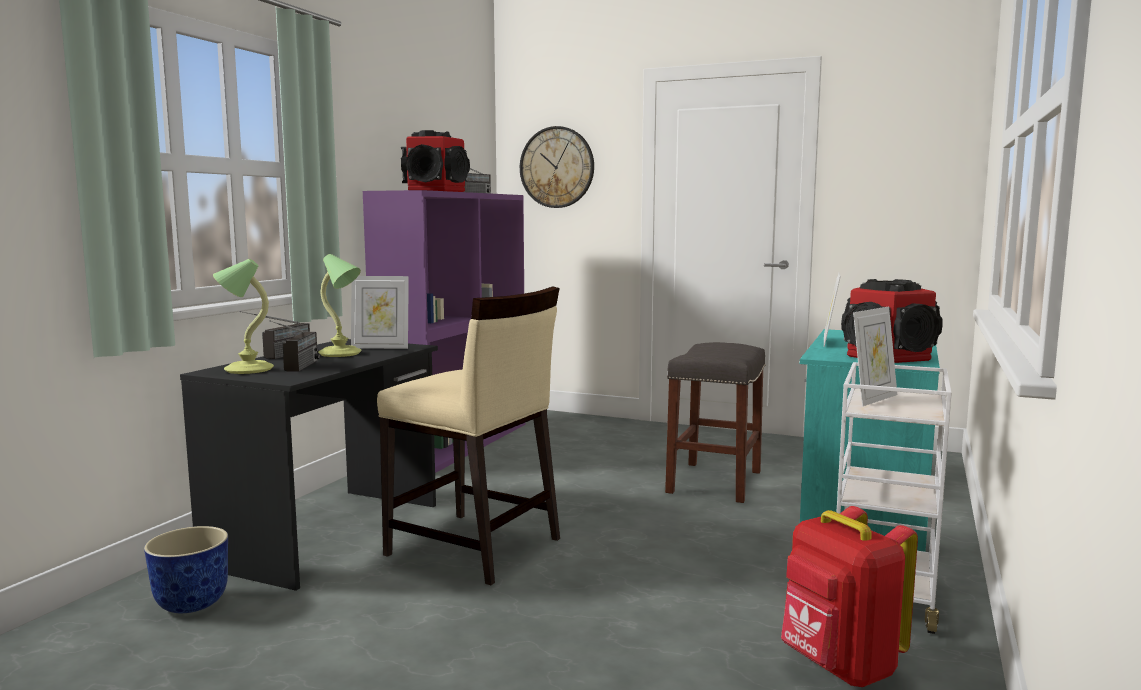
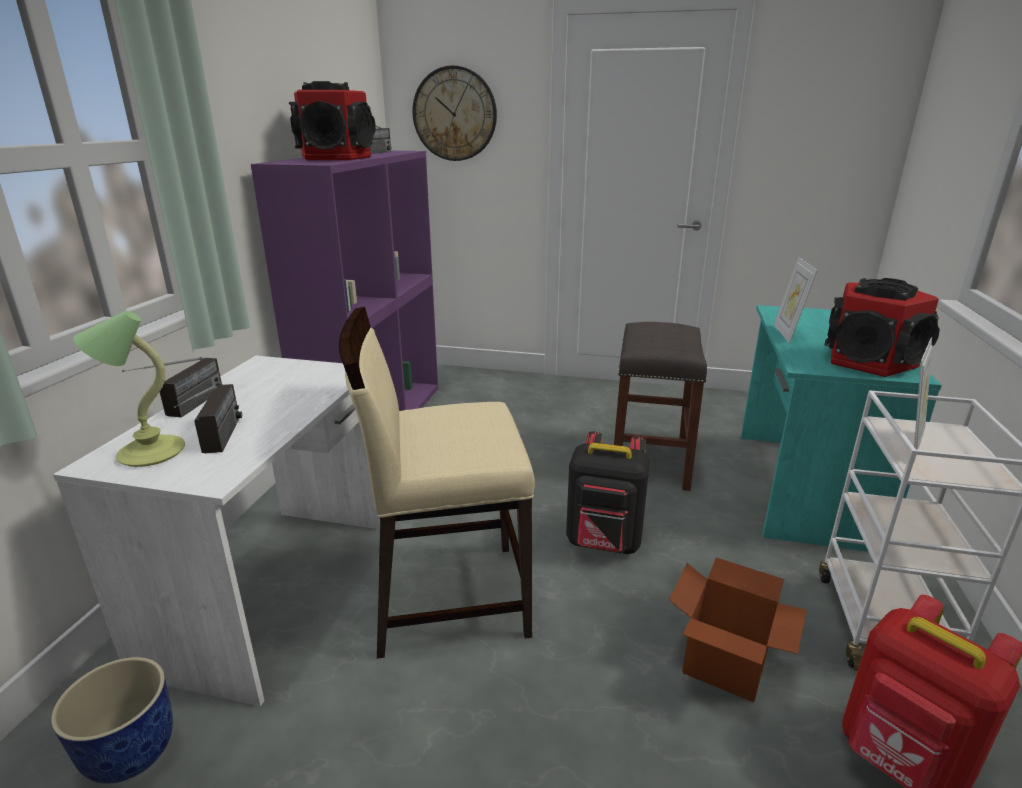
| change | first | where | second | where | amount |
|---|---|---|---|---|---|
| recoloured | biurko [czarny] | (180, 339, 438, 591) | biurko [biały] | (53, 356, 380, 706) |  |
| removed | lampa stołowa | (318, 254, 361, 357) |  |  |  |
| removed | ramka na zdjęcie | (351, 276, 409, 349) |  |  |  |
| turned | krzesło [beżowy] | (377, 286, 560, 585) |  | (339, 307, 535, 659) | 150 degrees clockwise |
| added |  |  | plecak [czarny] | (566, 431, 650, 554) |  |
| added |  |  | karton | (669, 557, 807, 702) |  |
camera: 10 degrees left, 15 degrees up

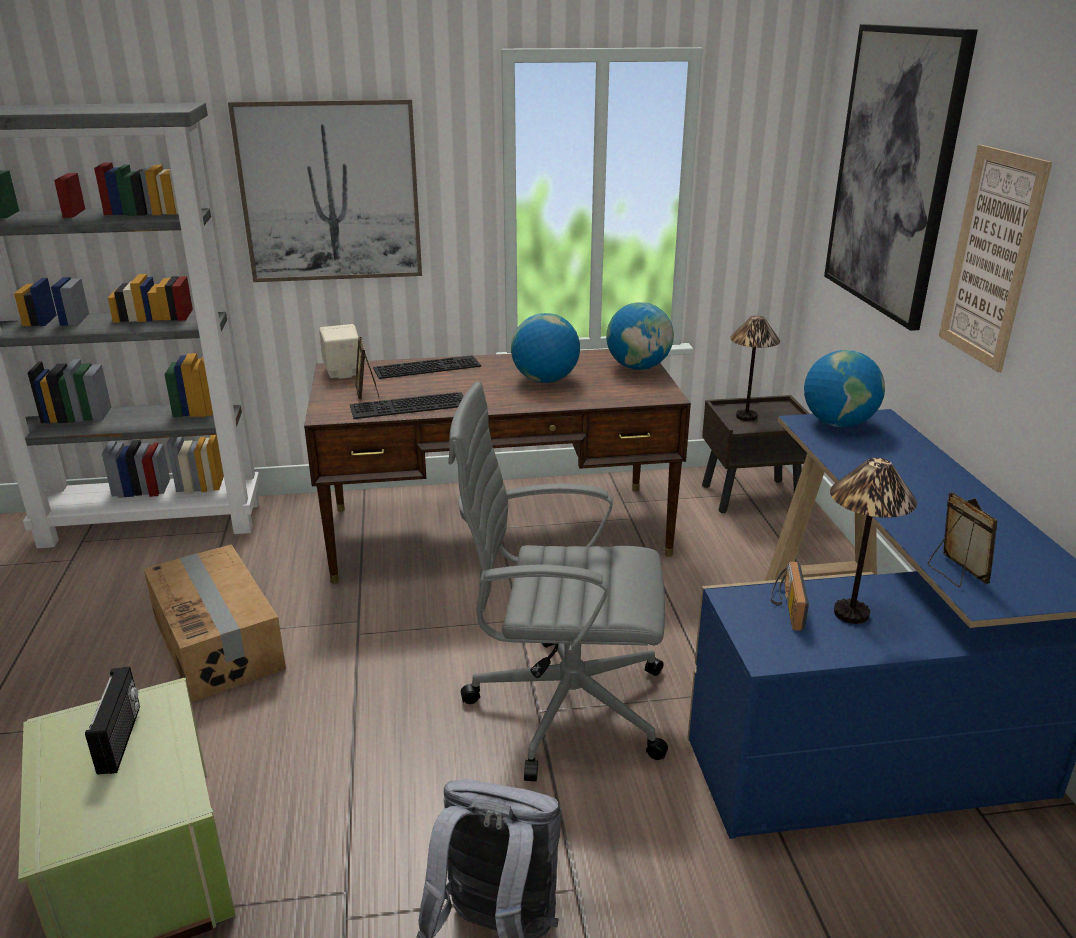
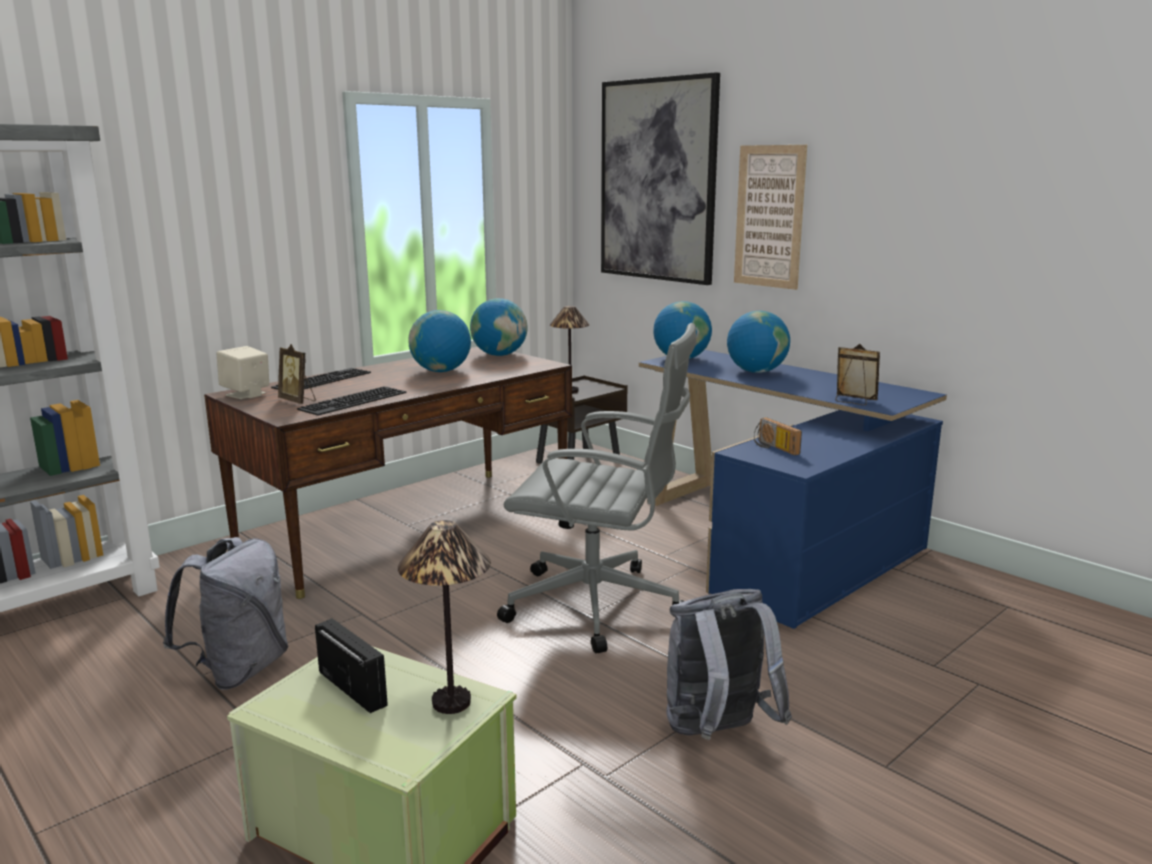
| change | first | where | second | where | amount |
|---|---|---|---|---|---|
| replaced | karton | (144, 544, 286, 702) | plecak [szary] | (163, 537, 288, 690) |  |
| removed | obraz | (228, 99, 422, 282) |  |  |  |
| turned | krzesło biurowe [szary] | (448, 382, 668, 781) |  | (497, 323, 697, 653) | 135 degrees counterclockwise |
| moved | lampa stołowa | (830, 458, 917, 624) |  | (398, 520, 491, 714) |  |
| added |  |  | globus | (727, 311, 790, 373) |  |
camera: 35 degrees left, 10 degrees down

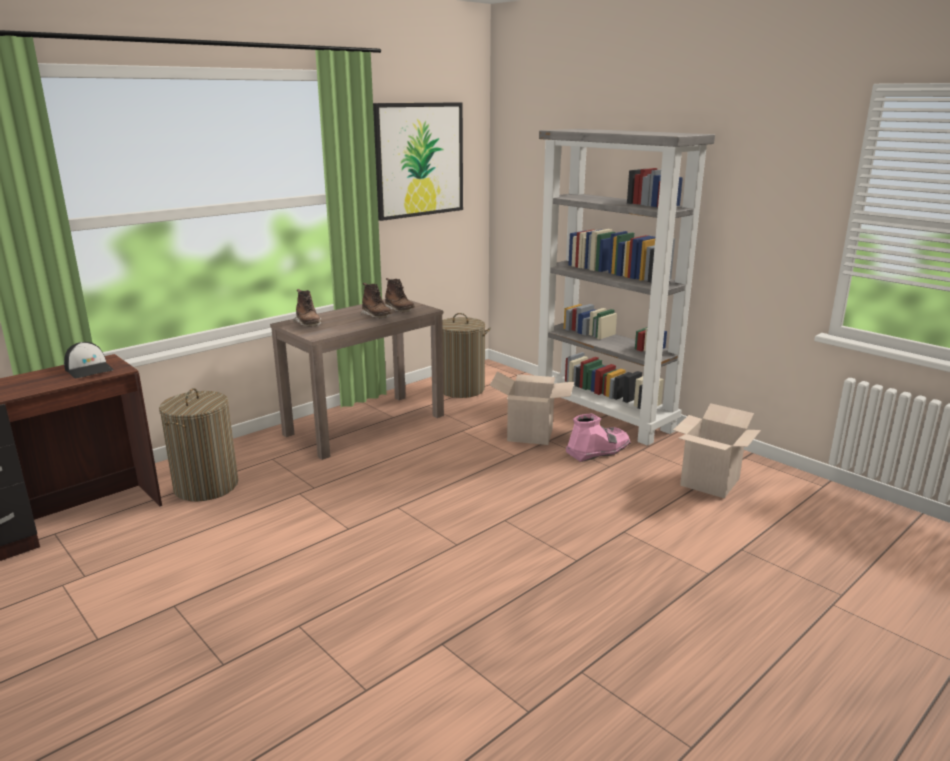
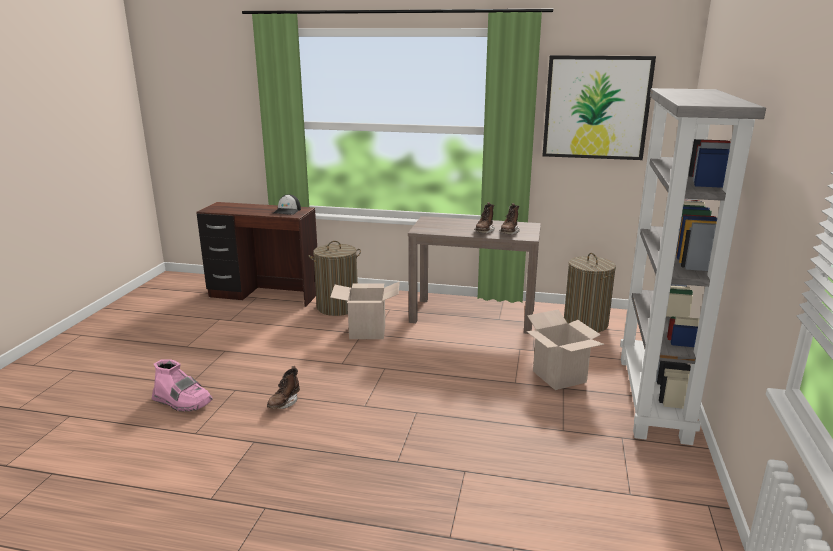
| change | first | where | second | where | amount |
|---|---|---|---|---|---|
| moved | but z cholewką [brązowy] | (293, 289, 321, 327) |  | (267, 366, 300, 409) |  |
| moved | but z cholewką [różowy] | (566, 413, 631, 462) |  | (152, 359, 213, 412) |  |
| moved | karton | (673, 403, 761, 498) |  | (330, 281, 400, 339) |  |
camera: 55 degrees right, 0 degrees up

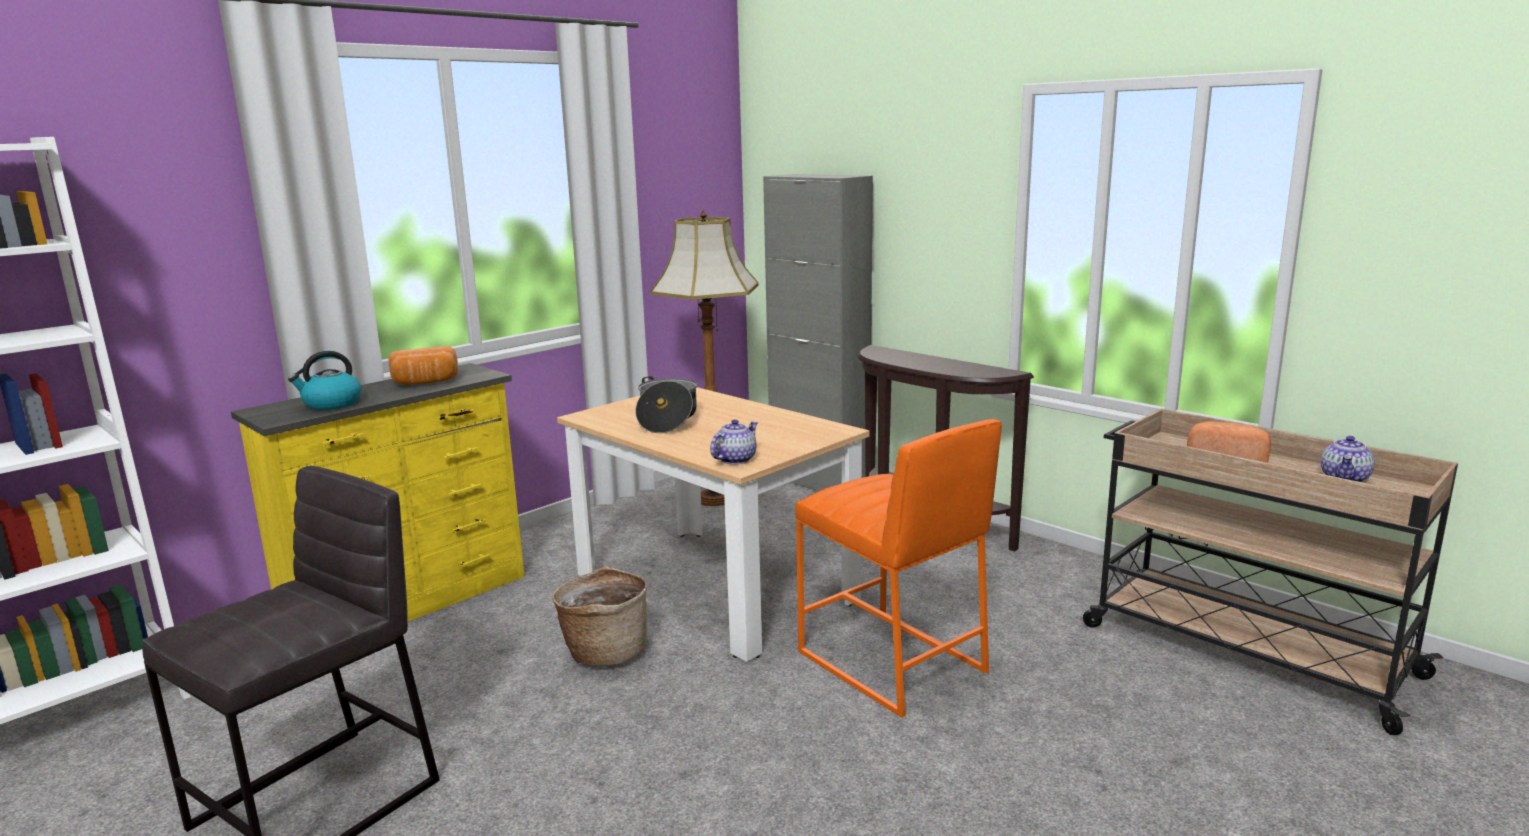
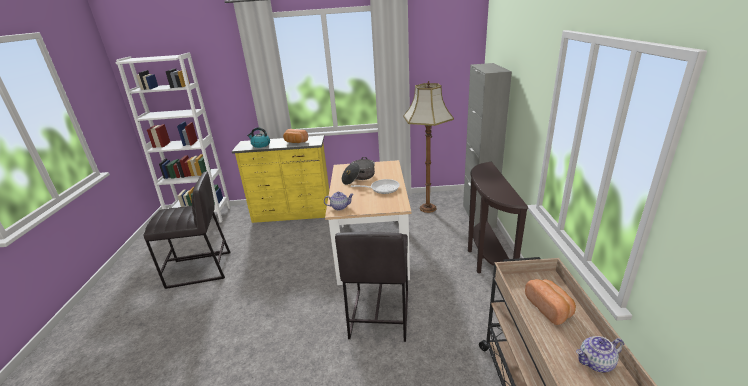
| change | first | where | second | where | amount |
|---|---|---|---|---|---|
| removed | koszyk | (552, 566, 647, 666) |  |  |  |
| recoloured | stołek [pomarańczowy] | (795, 419, 1002, 718) | stołek [szary] | (335, 232, 408, 342) |  |
| added |  |  | patelnia | (351, 179, 400, 194) |  |
camera: 45 degrees right, 10 degrees up

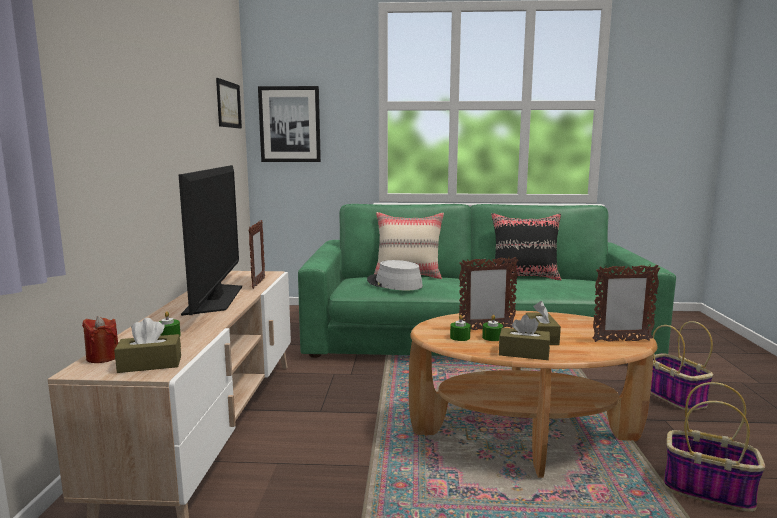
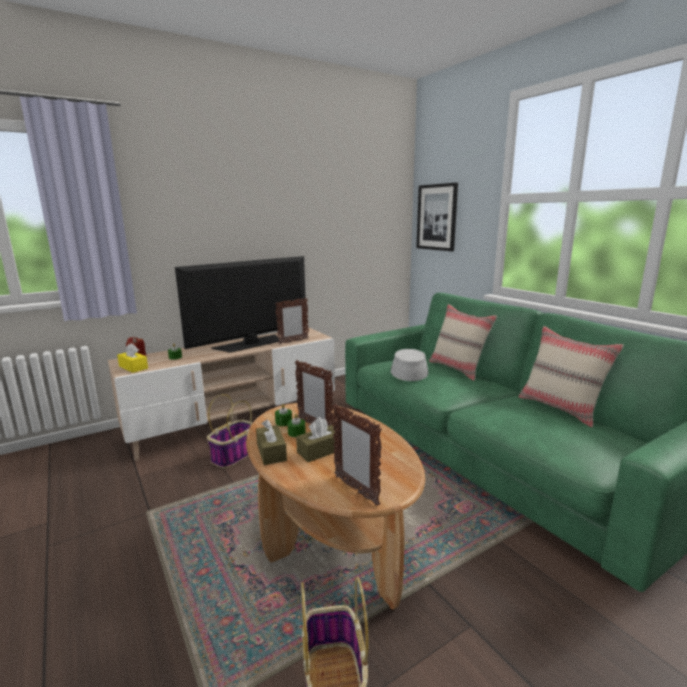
| change | first | where | second | where | amount |
|---|---|---|---|---|---|
| recoloured | pudełko chusteczek [brązowy] | (114, 318, 181, 373) | pudełko chusteczek [żółty] | (117, 343, 148, 373) |  |
| removed | obraz | (216, 78, 242, 129) |  |  |  |
| recoloured | poduszka [czarny] | (491, 213, 561, 280) | poduszka [beżowy] | (519, 326, 624, 427) |  |
| moved | koszyk | (650, 321, 713, 411) |  | (207, 394, 253, 468) |  |
camera: 55 degrees right, 5 degrees up

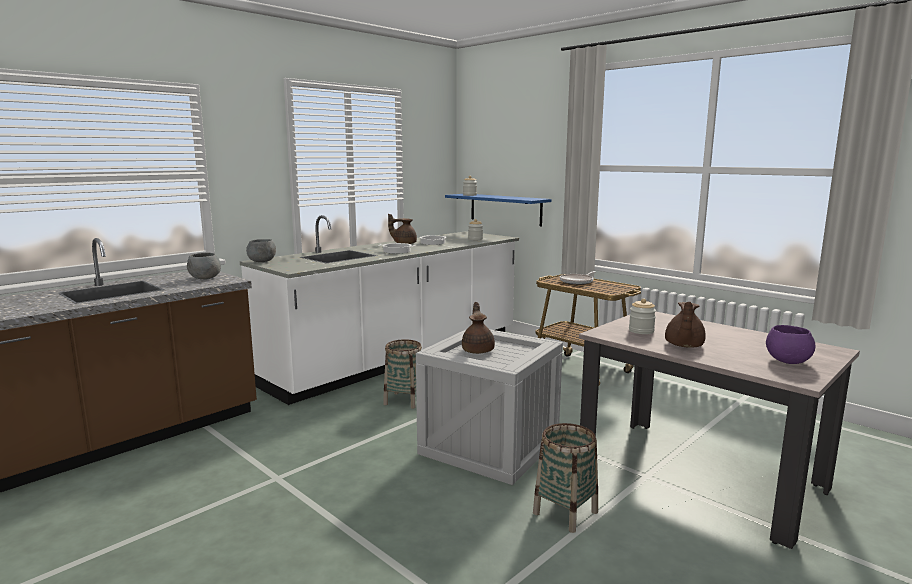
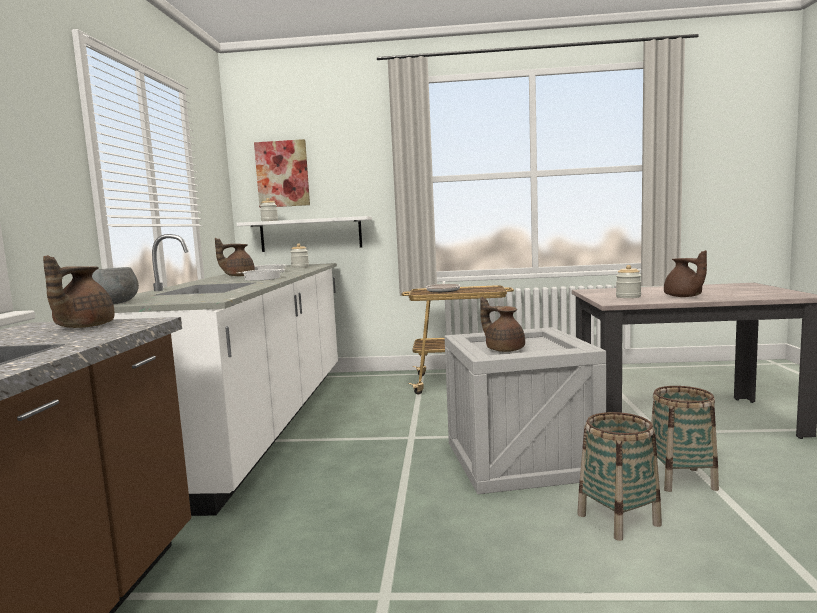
| change | first | where | second | where | amount |
|---|---|---|---|---|---|
| replaced | miska [szary] | (187, 253, 221, 279) | imbryk [brązowy] | (43, 255, 115, 328) |  |
| moved | koszyk | (383, 339, 422, 409) |  | (577, 412, 662, 541) |  |
| recoloured | półka [niebieski] | (445, 194, 551, 227) | półka [biały] | (237, 216, 372, 252) |  |
| removed | miska [fioletowy] | (766, 325, 815, 364) |  |  |  |
| added |  |  | obraz | (254, 139, 310, 208) |  |
camera: 40 degrees left, 5 degrees down

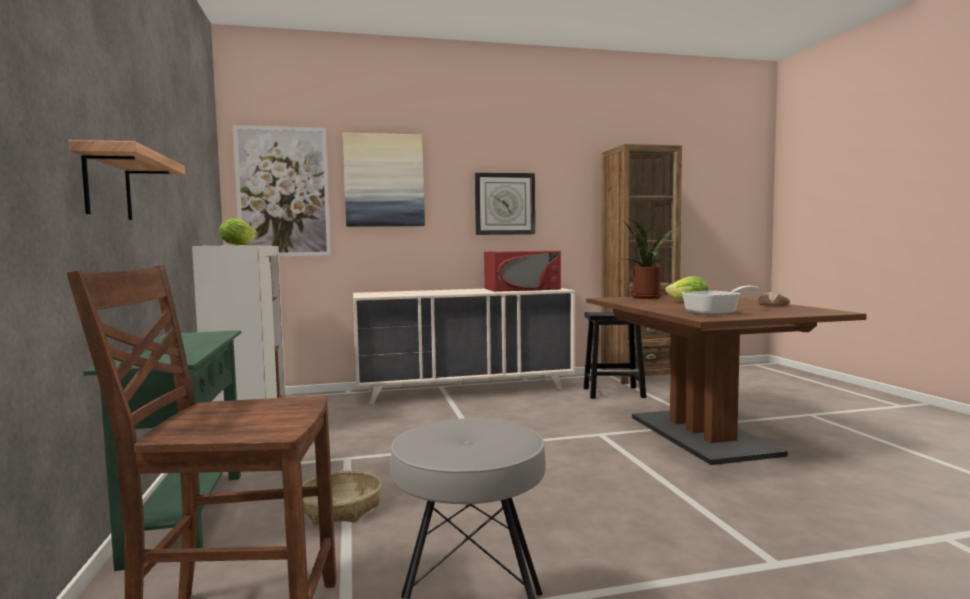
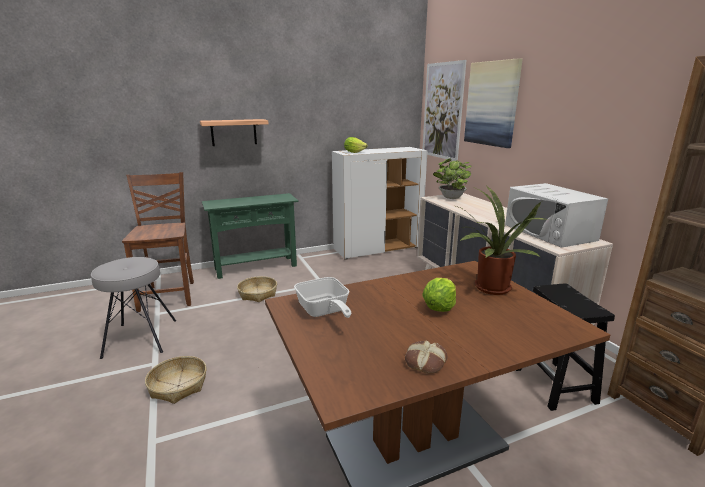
| change | first | where | second | where | amount |
|---|---|---|---|---|---|
| removed | zegar ścienny | (475, 172, 535, 235) |  |  |  |
| recoloured | mikrofalówka [czerwony] | (484, 251, 561, 292) | mikrofalówka [biały] | (505, 183, 608, 248) |  |
| added |  |  | koszyk | (145, 356, 207, 404) |  |
| added |  |  | roślina doniczkowa | (433, 158, 472, 199) |  |
camera: 80 degrees right, 15 degrees up

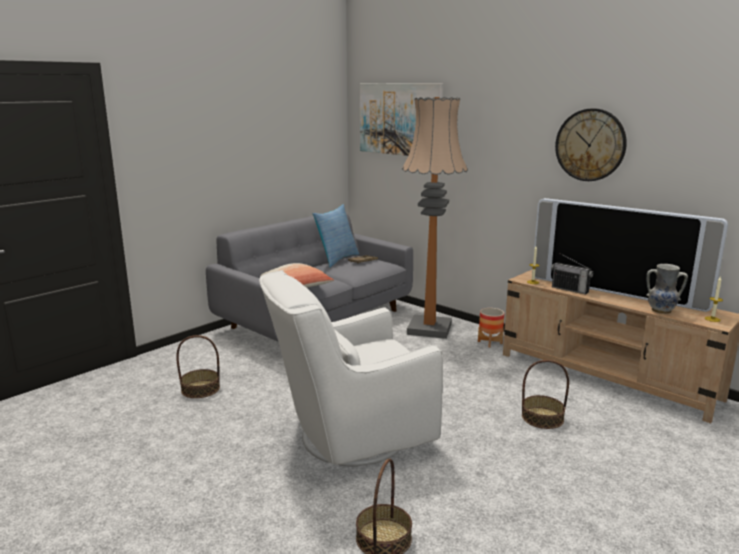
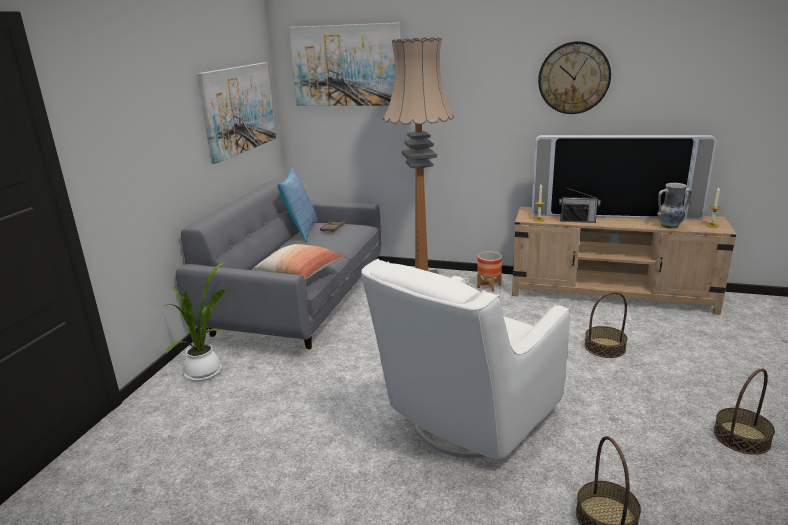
| change | first | where | second | where | amount |
|---|---|---|---|---|---|
| moved | koszyk | (176, 335, 220, 398) |  | (714, 369, 775, 455) |  |
| added |  |  | roślina doniczkowa | (163, 261, 230, 382) |  |
| added |  |  | obraz | (197, 63, 276, 164) |  |
camera: 25 degrees left, 5 degrees up

